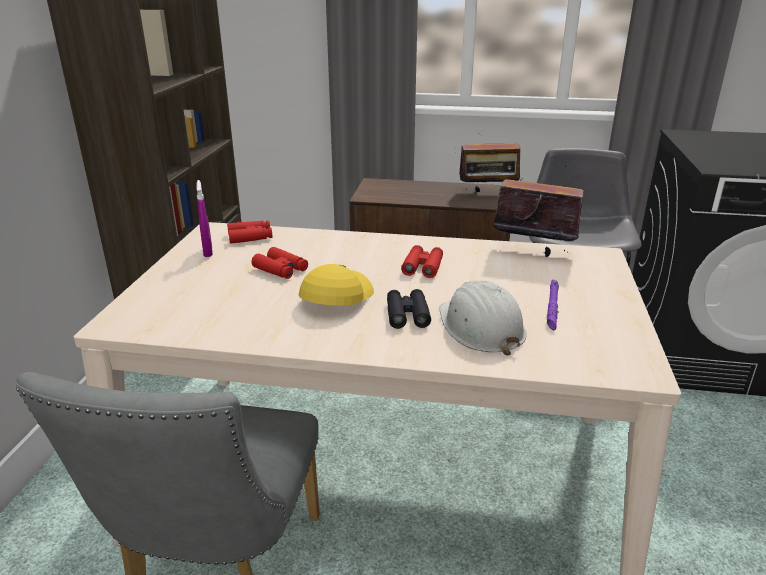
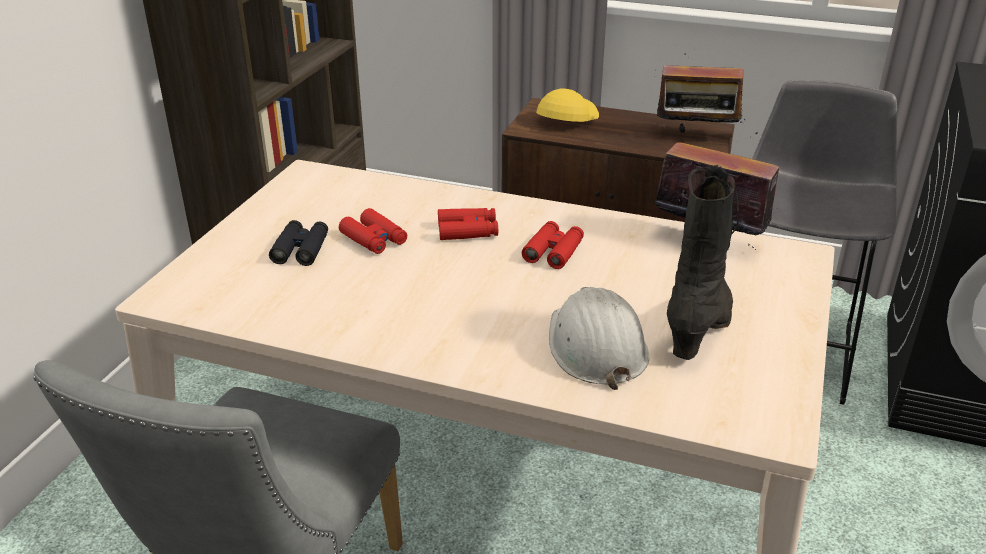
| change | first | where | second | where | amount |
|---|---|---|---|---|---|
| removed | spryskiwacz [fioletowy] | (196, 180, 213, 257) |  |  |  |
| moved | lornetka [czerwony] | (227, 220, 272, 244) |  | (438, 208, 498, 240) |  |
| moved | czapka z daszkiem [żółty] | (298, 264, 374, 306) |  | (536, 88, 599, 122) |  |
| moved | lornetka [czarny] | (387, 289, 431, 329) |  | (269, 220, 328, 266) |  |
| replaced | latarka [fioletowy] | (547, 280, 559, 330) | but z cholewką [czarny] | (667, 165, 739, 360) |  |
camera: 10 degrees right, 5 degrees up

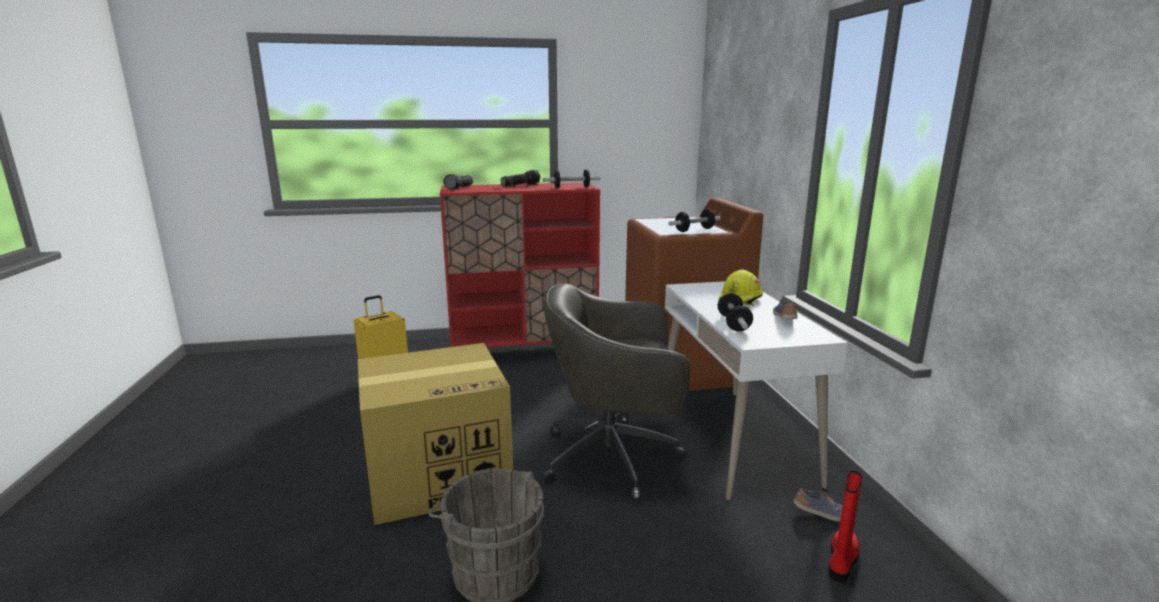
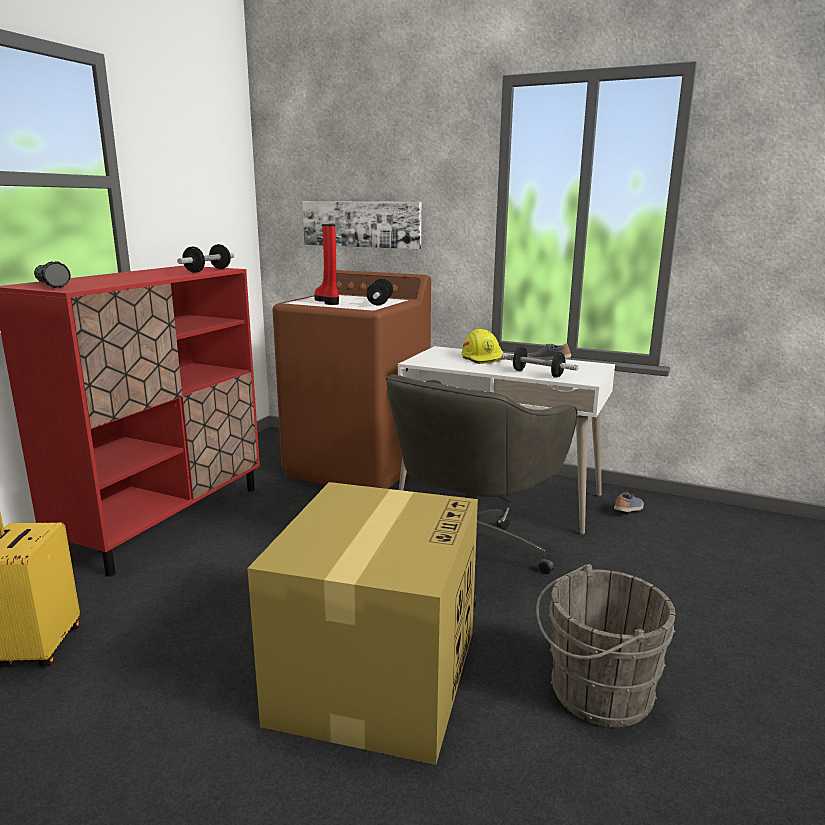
| change | first | where | second | where | amount |
|---|---|---|---|---|---|
| removed | latarka | (501, 170, 540, 187) |  |  |  |
| moved | but z cholewką [czerwony] | (829, 471, 862, 582) |  | (314, 224, 339, 305) |  |
| added |  |  | obraz | (302, 201, 422, 249) |  |
camera: 55 degrees left, 0 degrees up

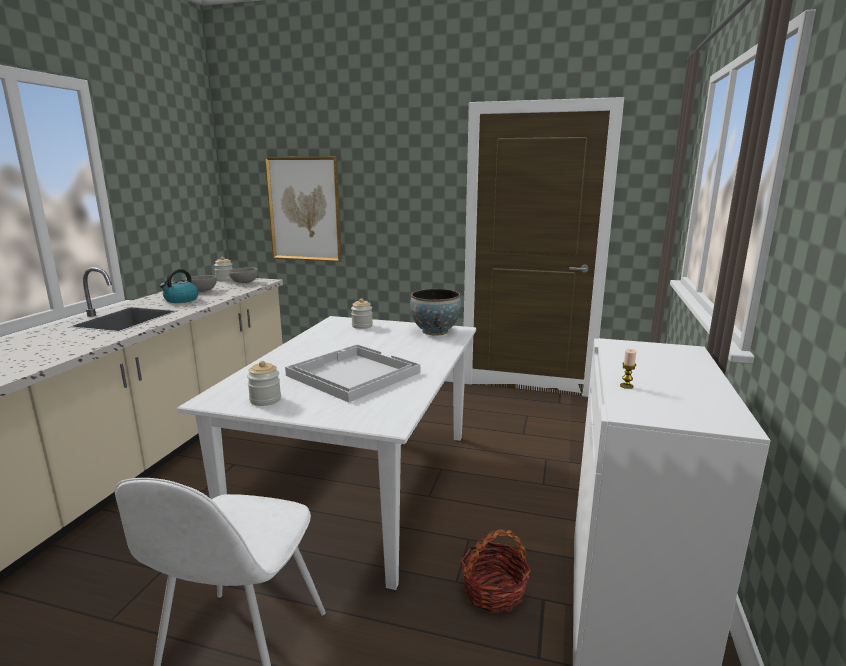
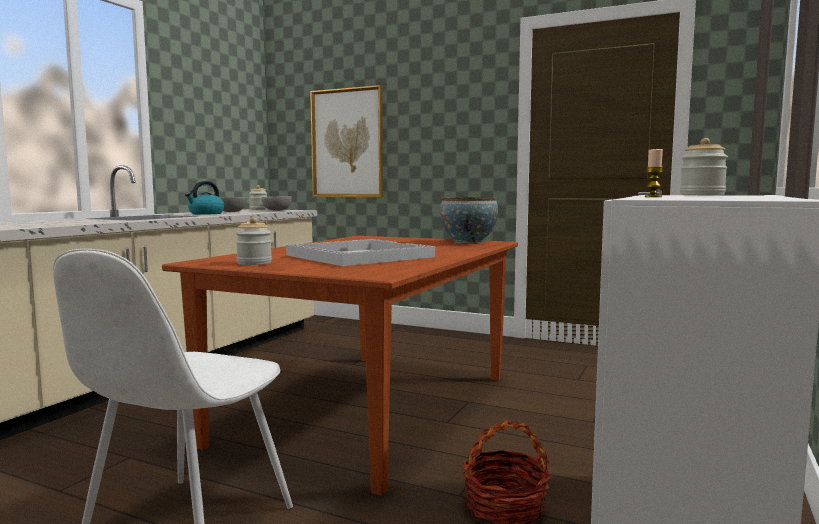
| change | first | where | second | where | amount |
|---|---|---|---|---|---|
| recoloured | stół jadalny [biały] | (177, 316, 476, 590) | stół jadalny [brązowy] | (162, 236, 518, 496) |  |
| moved | słoik | (351, 299, 373, 329) |  | (680, 138, 728, 195) |  |
camera: 10 degrees right, 10 degrees down

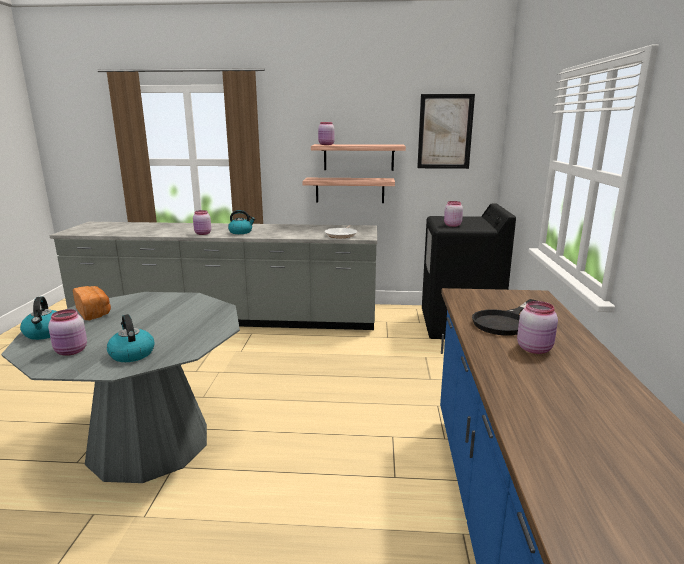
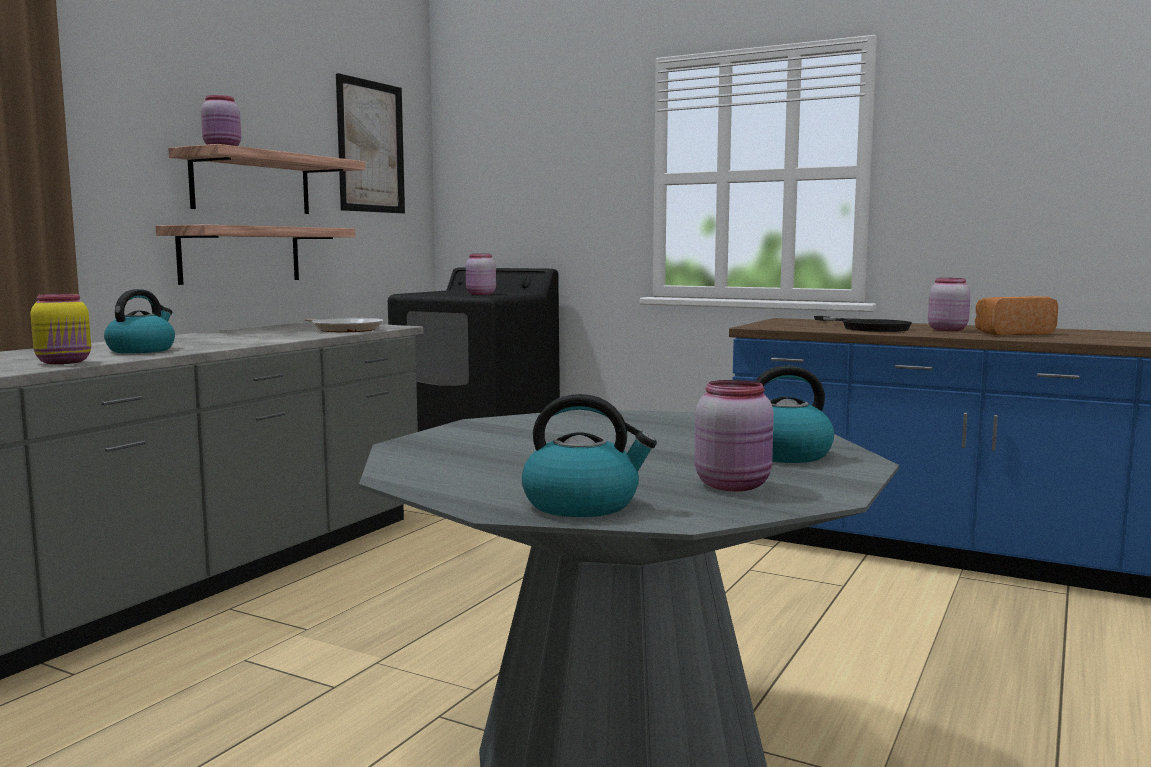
| change | first | where | second | where | amount |
|---|---|---|---|---|---|
| moved | chleb | (73, 286, 111, 320) |  | (975, 296, 1058, 335) |  |
| recoloured | słoik [różowy] | (193, 210, 211, 235) | słoik [żółty] | (31, 293, 91, 364) |  |
camera: 65 degrees left, 10 degrees down

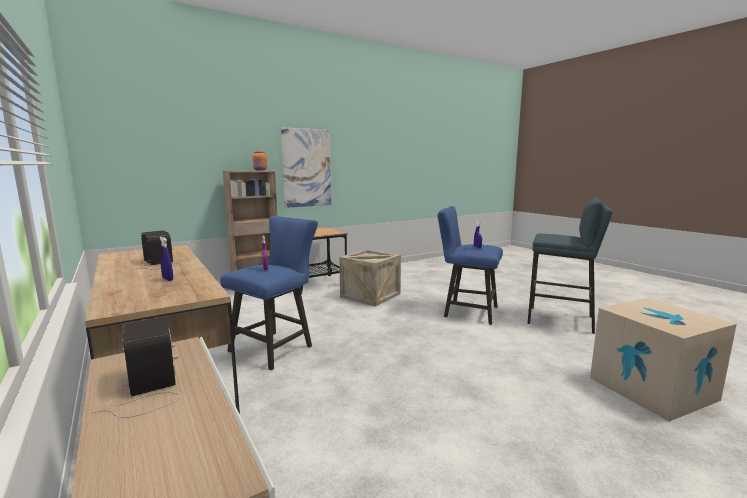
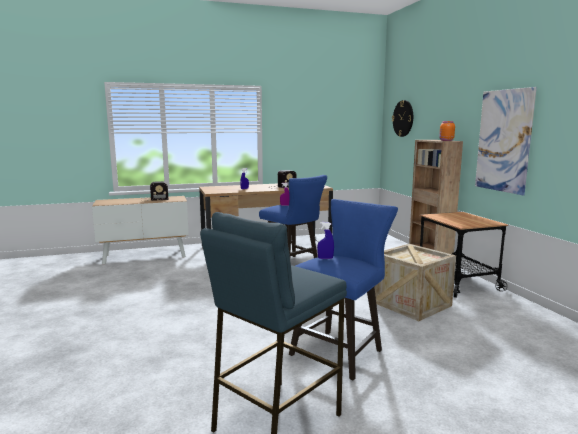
| change | first | where | second | where | amount |
|---|---|---|---|---|---|
| removed | karton | (590, 298, 737, 422) |  |  |  |
| added |  |  | zegar ścienny | (392, 100, 413, 137) |  |
camera: 105 degrees right, 0 degrees up

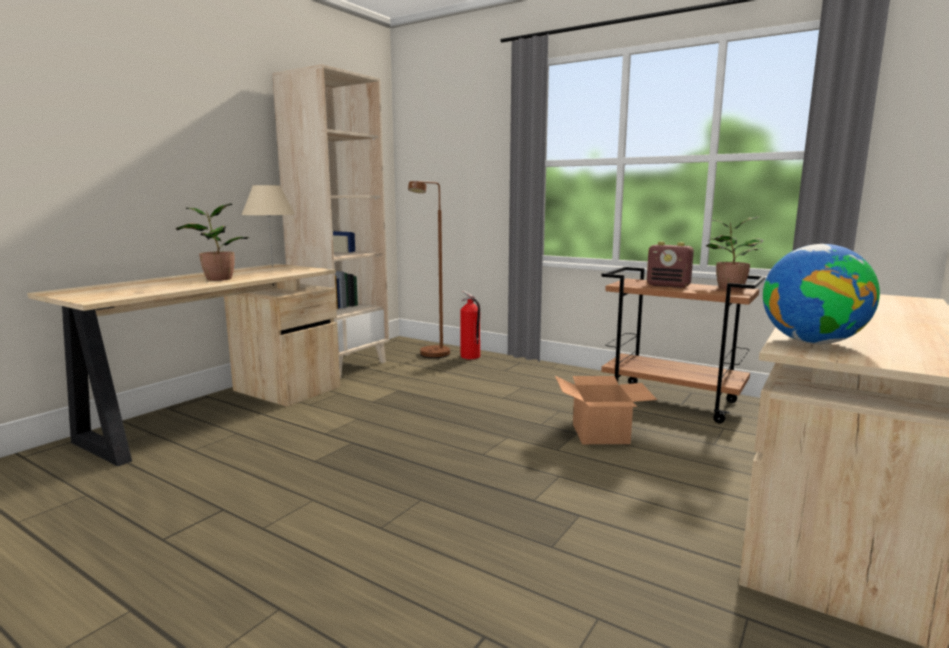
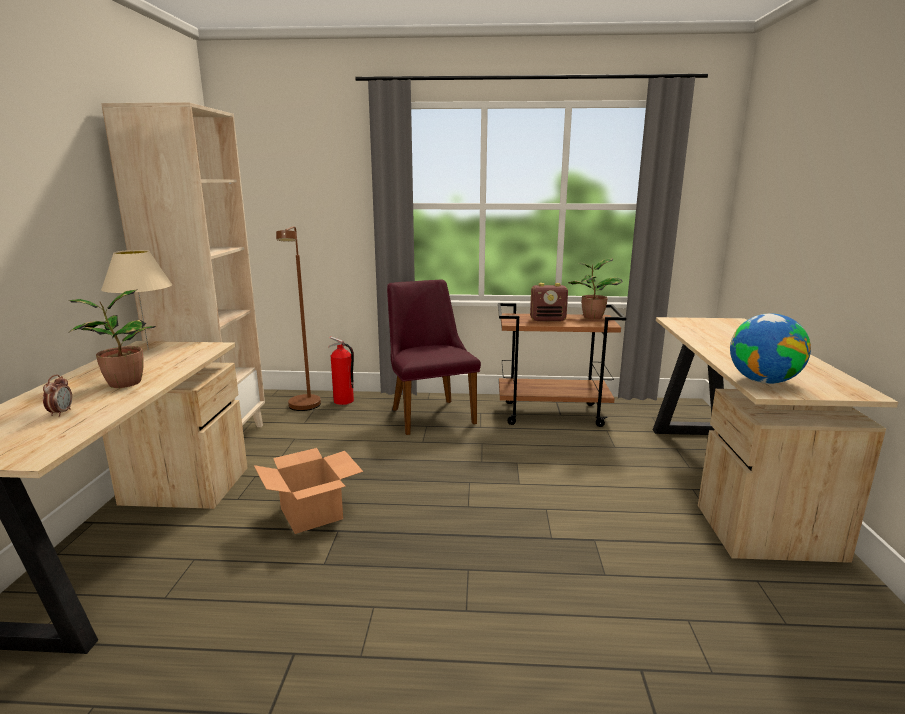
| change | first | where | second | where | amount |
|---|---|---|---|---|---|
| moved | karton | (555, 376, 657, 444) |  | (254, 448, 363, 534) |  |
| added |  |  | budzik | (43, 375, 72, 417) |  |
| added |  |  | krzesło [fioletowy] | (387, 279, 481, 435) |  |
camera: 30 degrees left, 5 degrees up

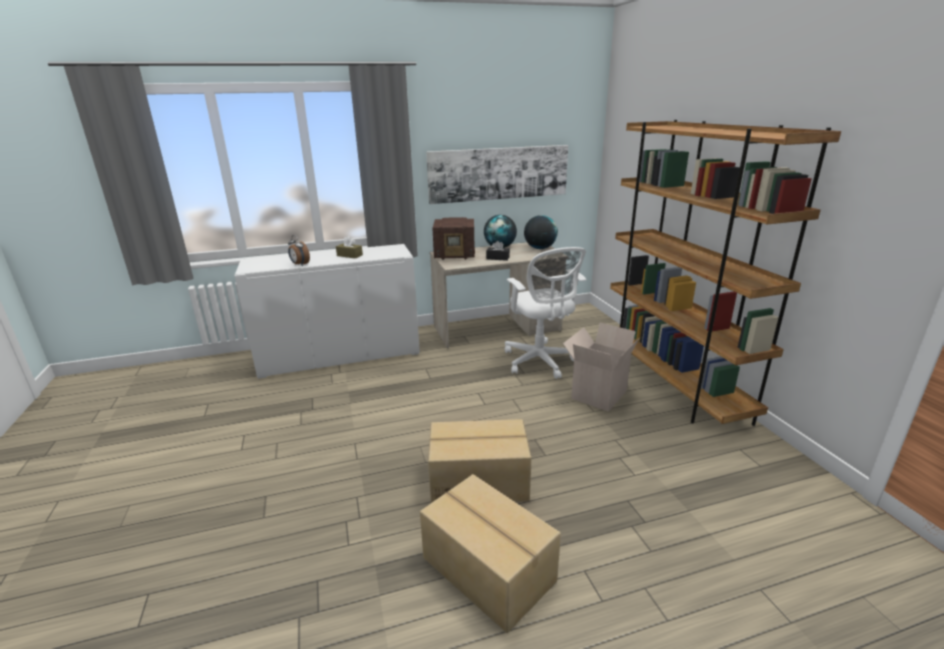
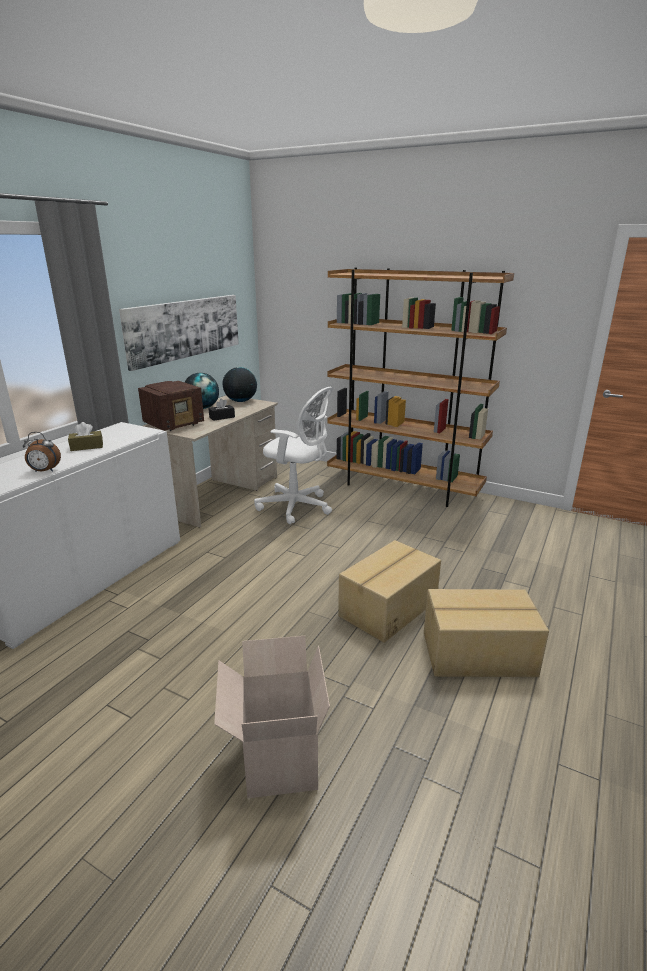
| change | first | where | second | where | amount |
|---|---|---|---|---|---|
| moved | karton | (563, 323, 640, 412) |  | (214, 636, 330, 798) |  |
camera: 45 degrees left, 0 degrees up

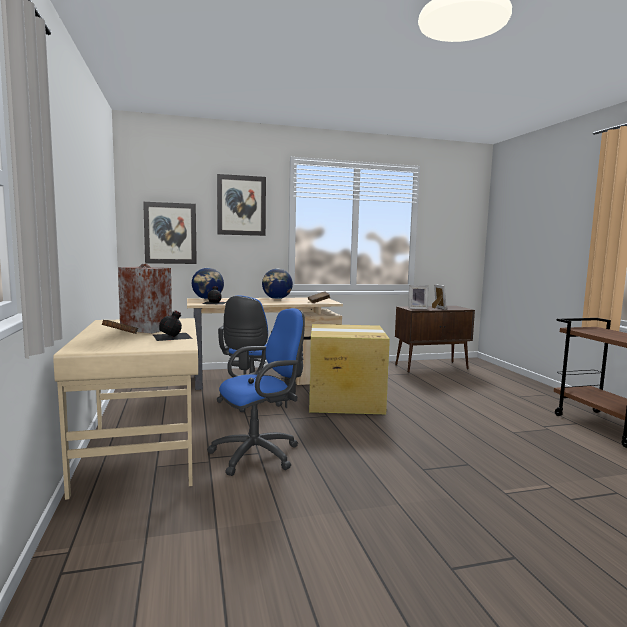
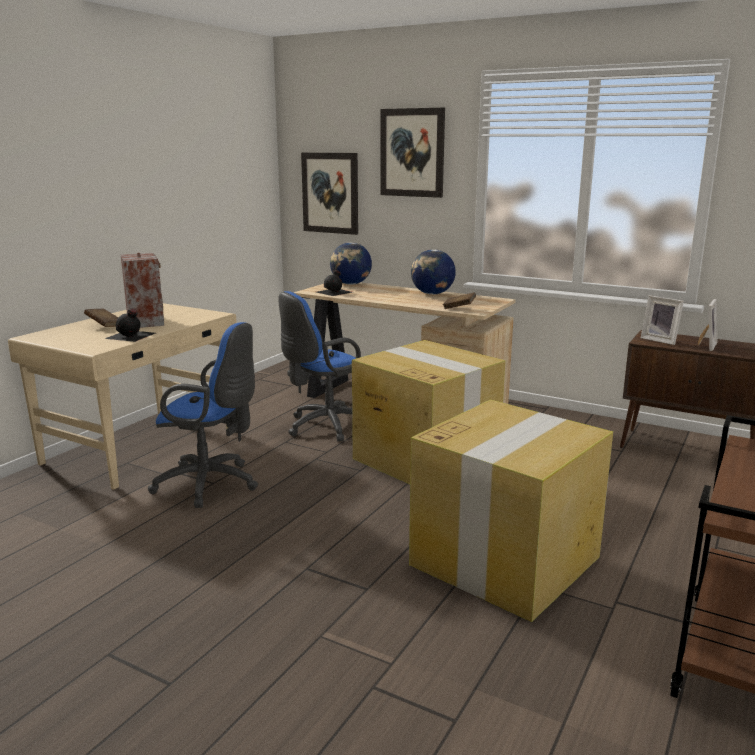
| change | first | where | second | where | amount |
|---|---|---|---|---|---|
| added |  |  | karton | (409, 400, 613, 622) |  |
camera: 45 degrees right, 10 degrees up

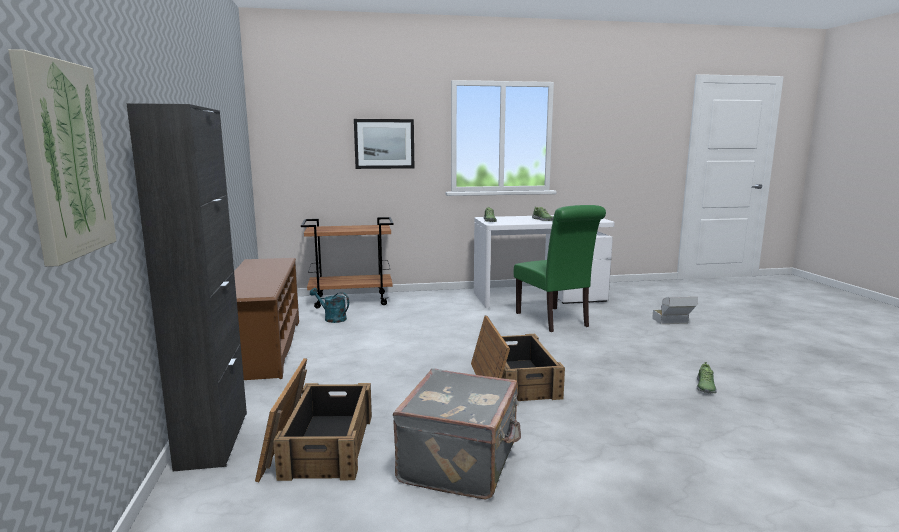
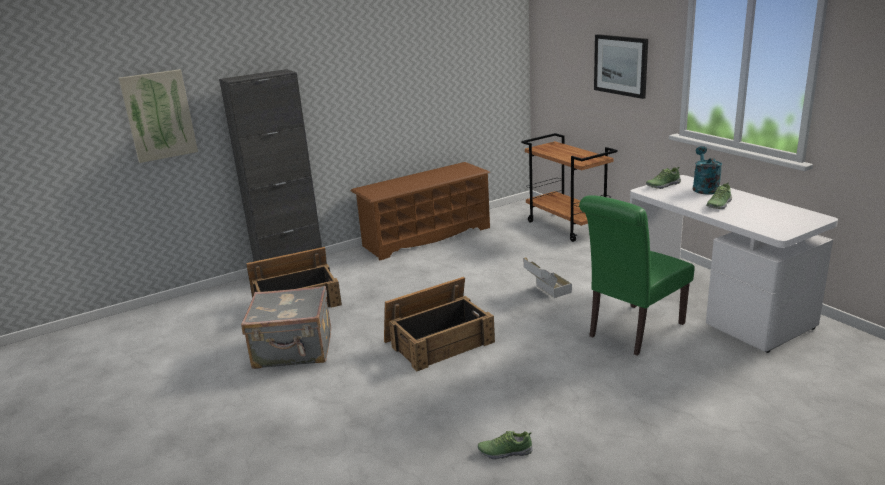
| change | first | where | second | where | amount |
|---|---|---|---|---|---|
| moved | konewka [turkusowy] | (310, 288, 349, 323) |  | (693, 146, 722, 195) |  |
| moved | karton | (652, 297, 698, 324) |  | (524, 257, 572, 298) |  |
camera: 70 degrees right, 10 degrees up

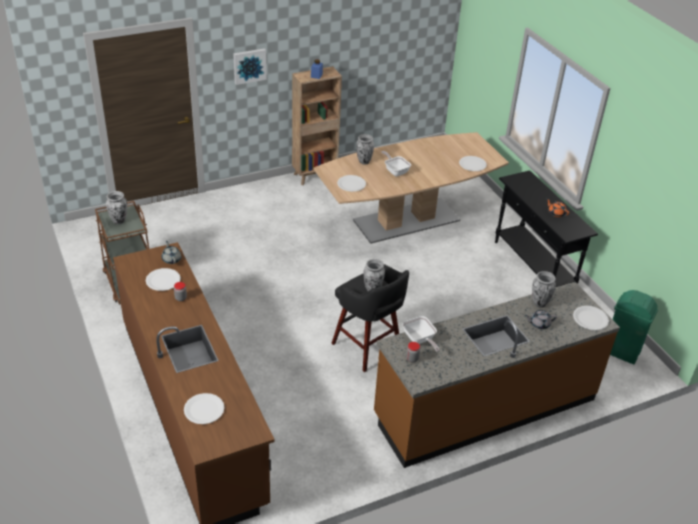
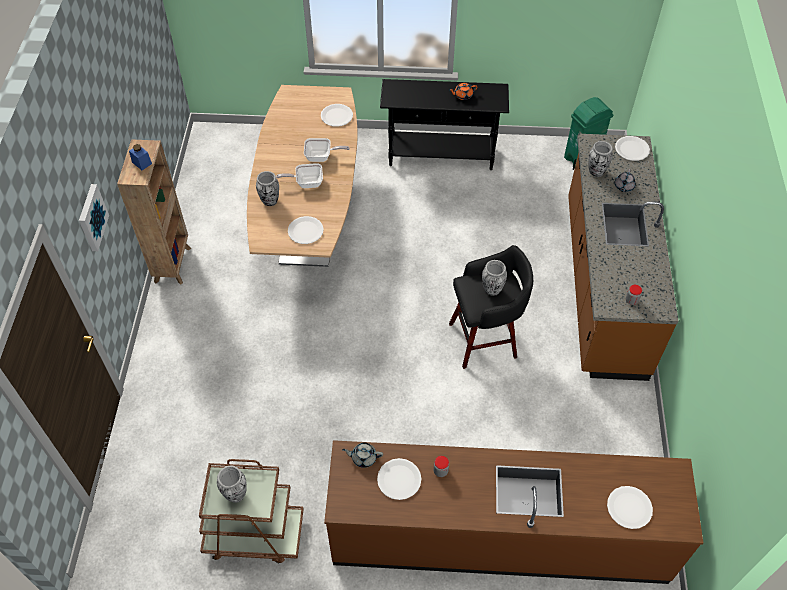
| change | first | where | second | where | amount |
|---|---|---|---|---|---|
| moved | patelnia | (402, 316, 440, 352) |  | (304, 138, 350, 162) |  |
camera: 60 degrees left, 15 degrees up

